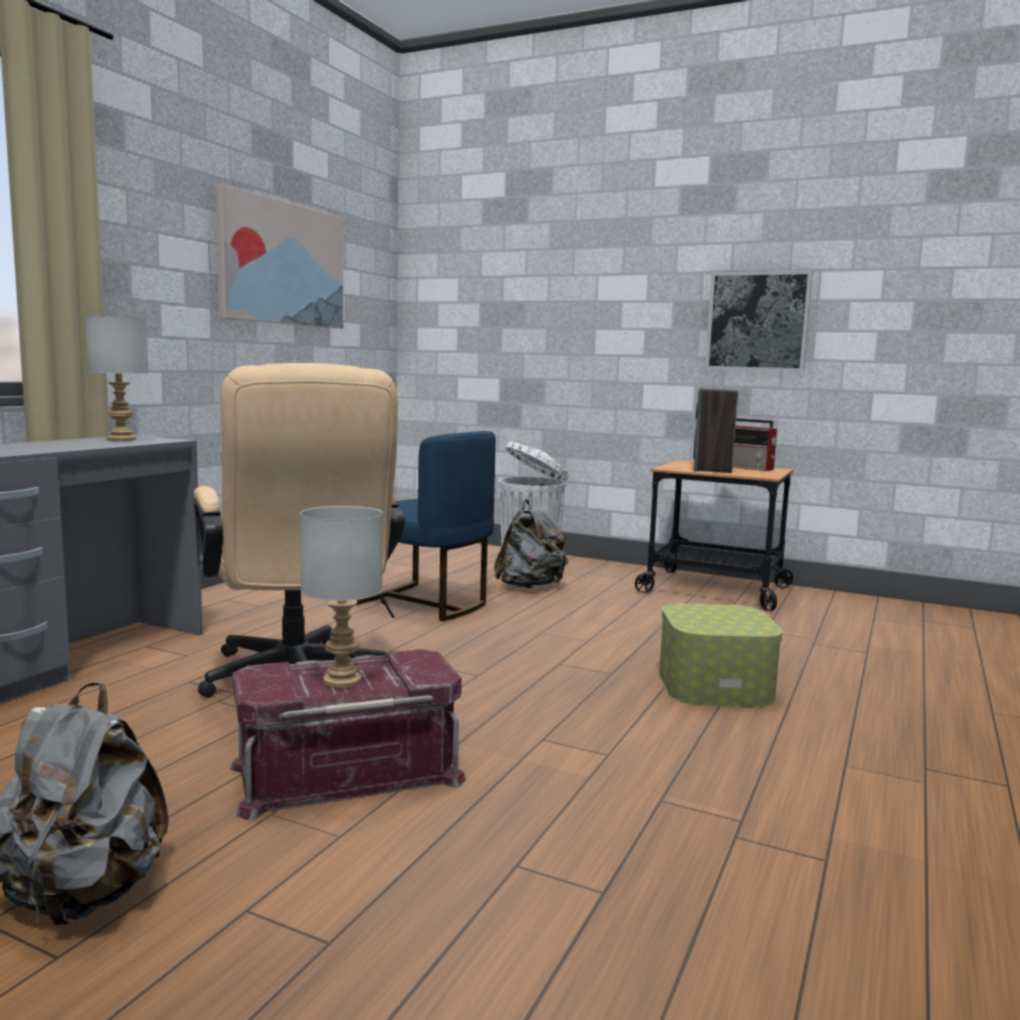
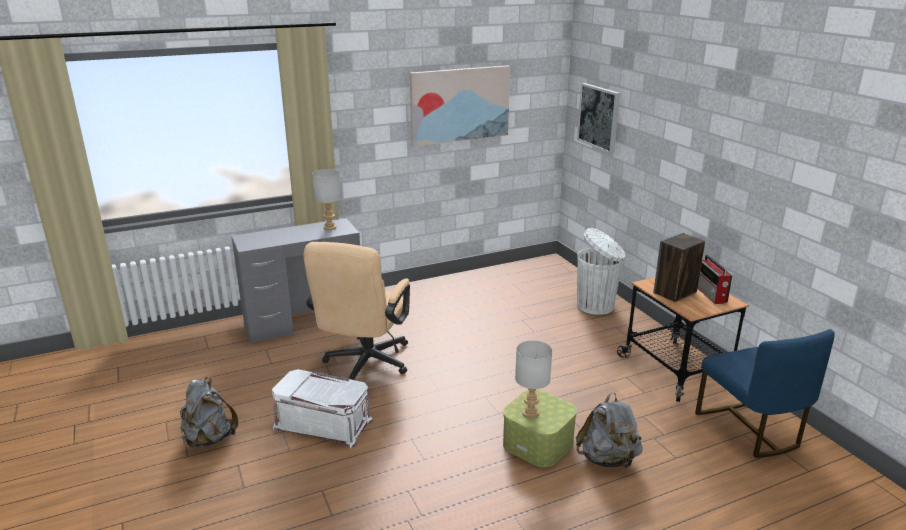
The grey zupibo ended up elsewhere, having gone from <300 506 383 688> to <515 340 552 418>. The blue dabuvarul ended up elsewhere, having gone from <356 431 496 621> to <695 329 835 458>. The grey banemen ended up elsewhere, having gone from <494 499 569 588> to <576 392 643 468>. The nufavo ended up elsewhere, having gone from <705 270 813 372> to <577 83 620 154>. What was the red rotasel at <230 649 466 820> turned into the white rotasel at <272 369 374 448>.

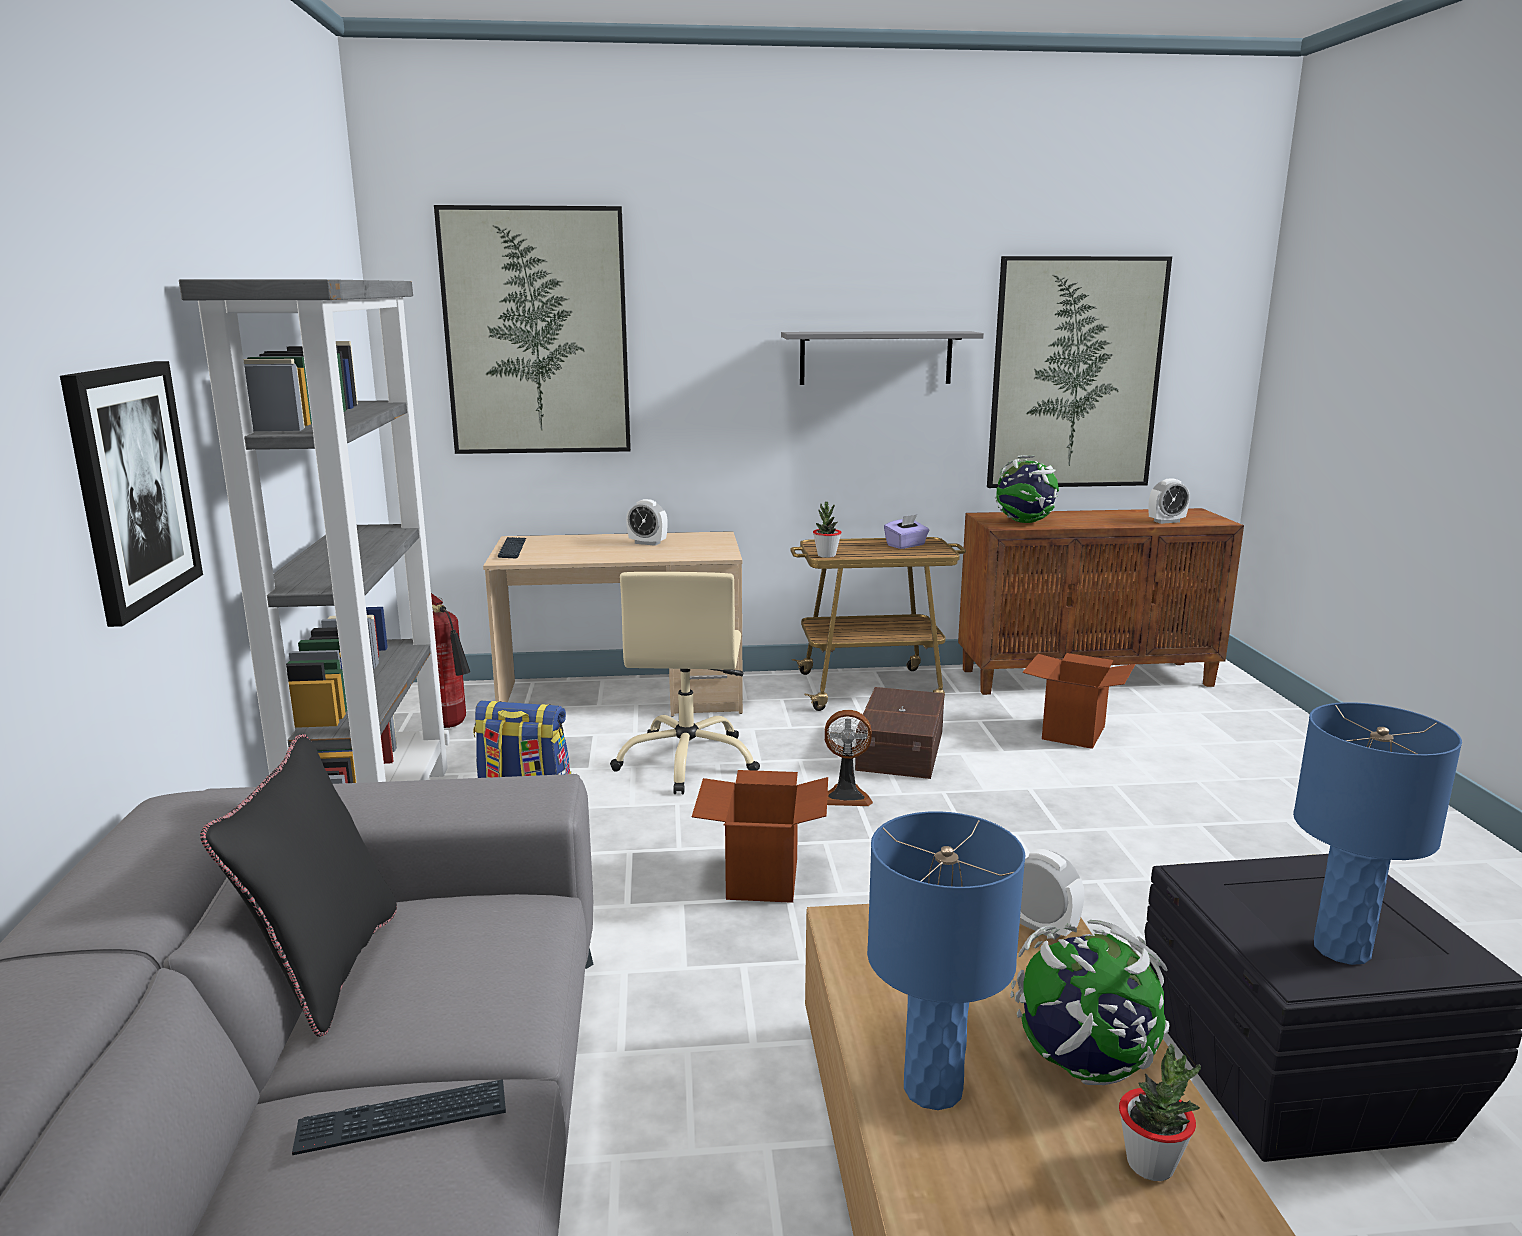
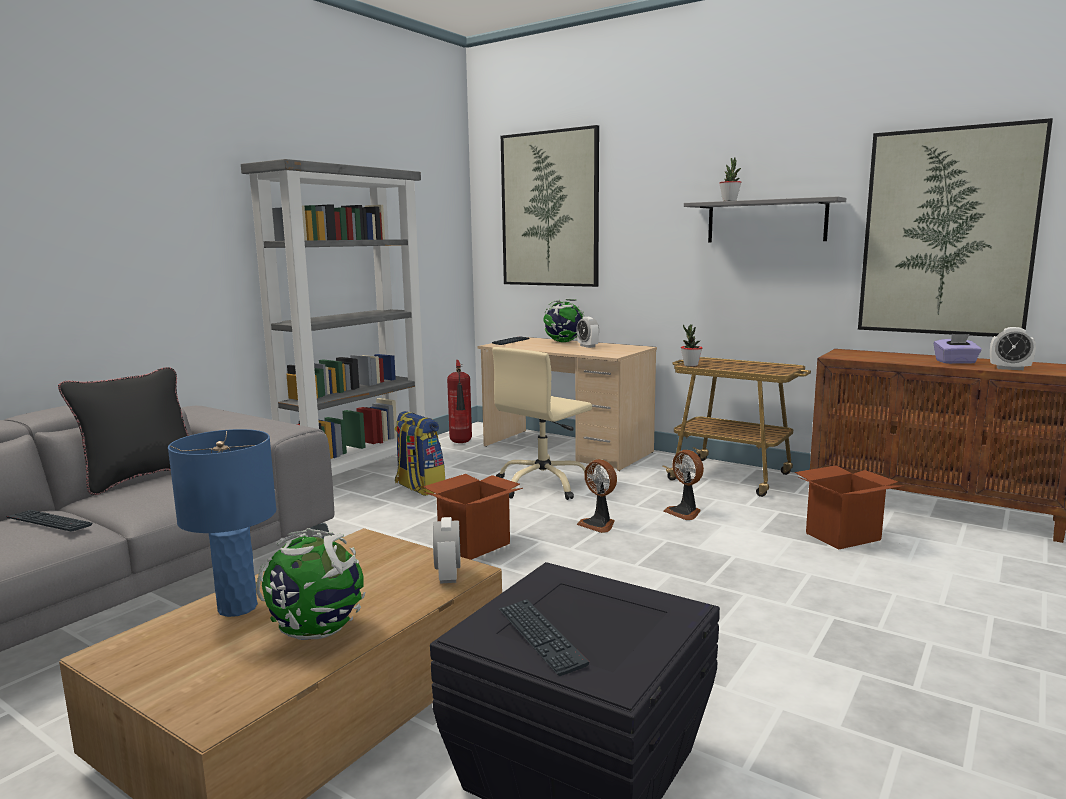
The second view lost the nufavo at <60 361 203 627>. The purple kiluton ended up elsewhere, having gone from <884 514 929 549> to <934 334 982 364>. The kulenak ended up elsewhere, having gone from <995 455 1059 523> to <543 299 584 342>. The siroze ended up elsewhere, having gone from <1119 1044 1201 1181> to <719 158 741 201>. Where the brown rotasel stood at <855 687 944 779>, the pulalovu came to stand at <663 450 704 520>. Where the blue zupibo stood at <1293 702 1462 965>, the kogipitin came to stand at <498 599 589 676>.

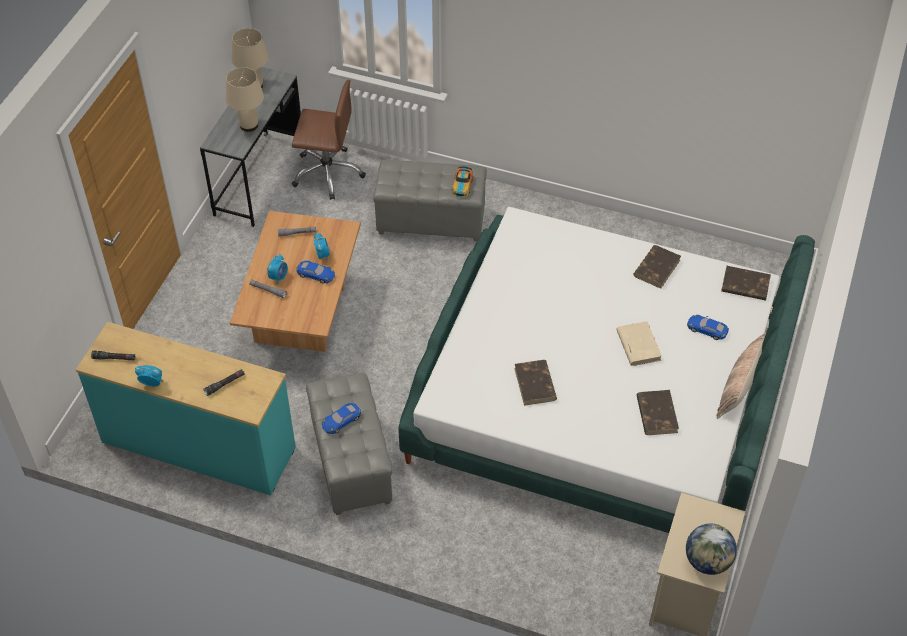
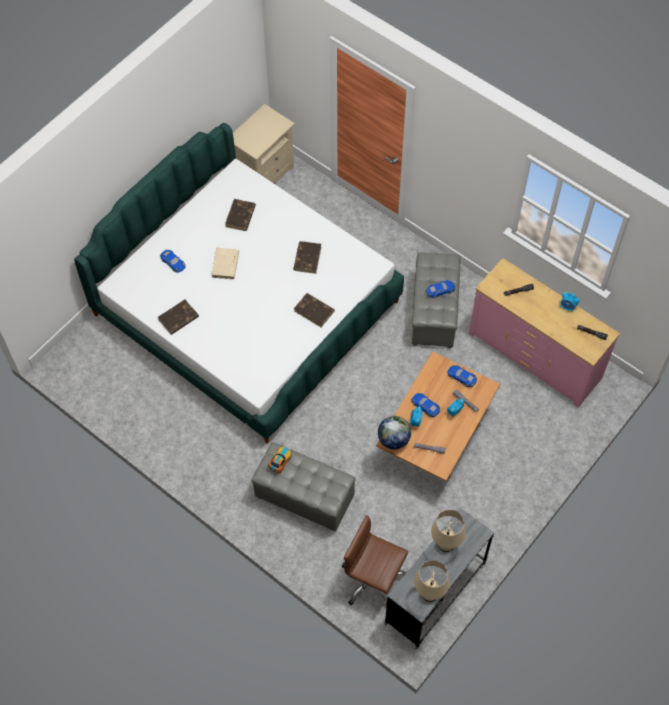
The second view lost the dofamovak at <717 333 766 419>. The second view gained the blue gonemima at <448 365 477 387>. The kulenak ended up elsewhere, having gone from <686 524 737 575> to <378 416 411 449>. The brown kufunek ended up elsewhere, having gone from <721 266 771 301> to <294 293 335 327>. What was the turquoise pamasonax at <76 322 296 496> turned into the pink pamasonax at <469 258 620 407>.

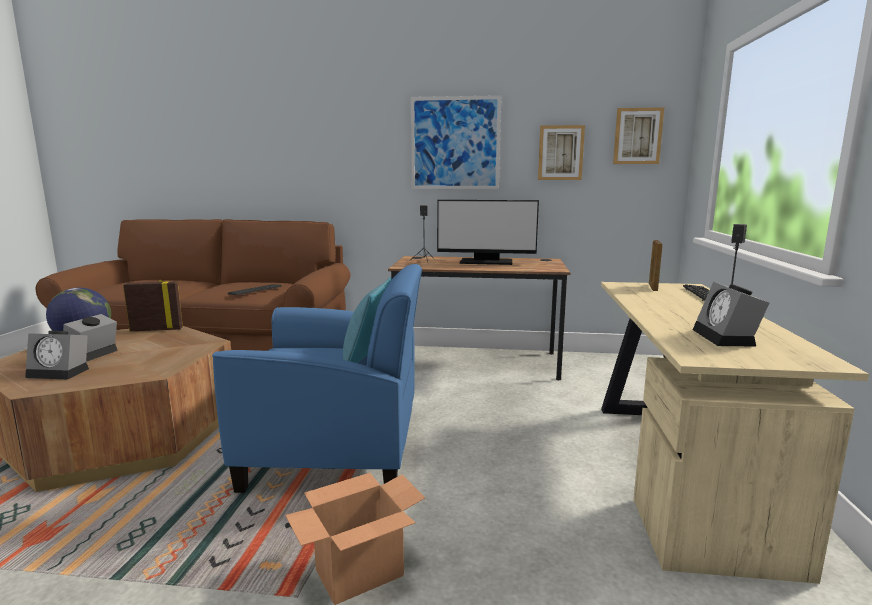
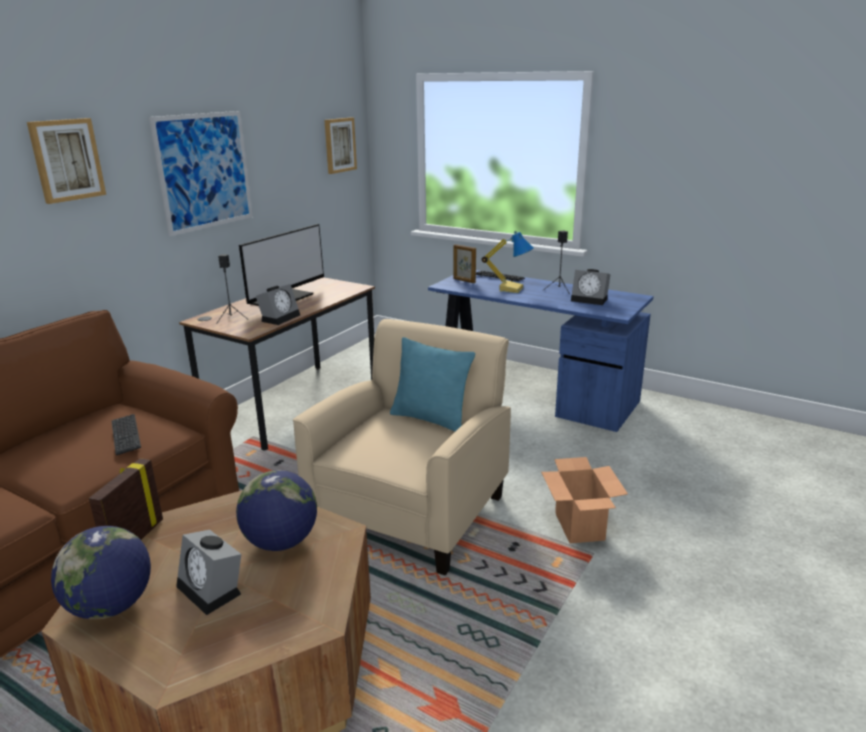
The second view gained the kulenak at <236 470 317 551>. The second view gained the zupibo at <481 231 534 293>. The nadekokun ended up elsewhere, having gone from <25 331 89 379> to <256 284 300 325>. The nufavo ended up elsewhere, having gone from <538 125 585 180> to <27 118 106 204>. What was the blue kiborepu at <212 264 422 493> turned into the beige kiborepu at <293 319 511 575>. What was the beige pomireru at <601 282 869 584> turned into the blue pomireru at <428 270 653 432>.

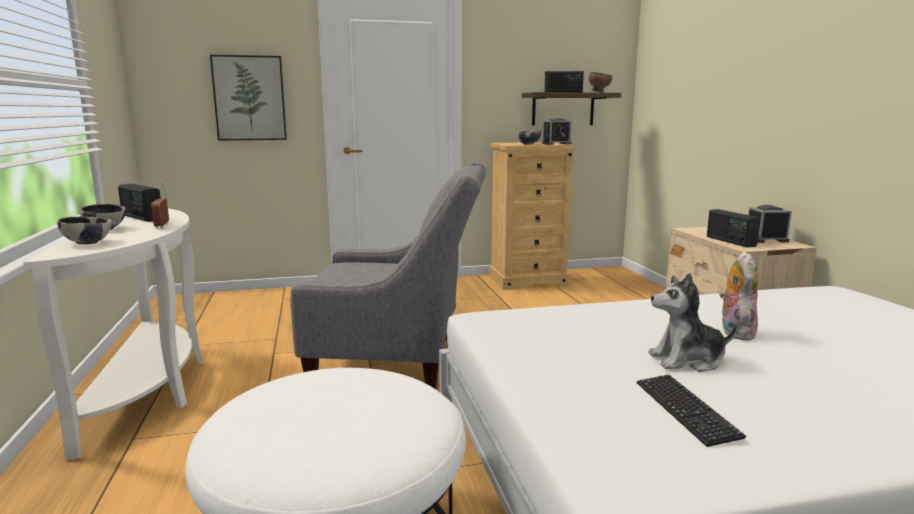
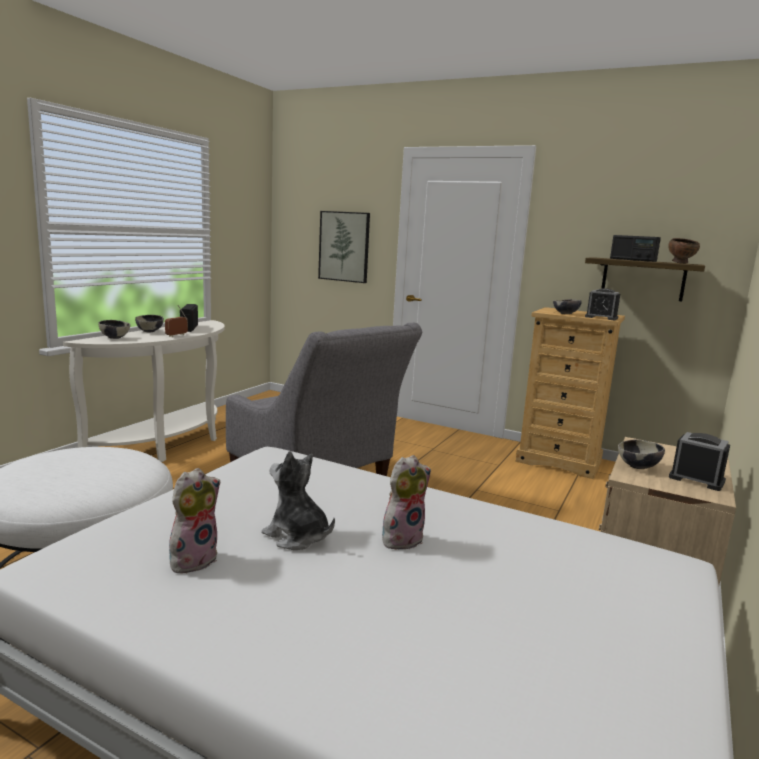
Where the kogipitin stood at <637 375 746 447>, the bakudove came to stand at <169 468 220 573>. Where the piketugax stood at <707 209 760 248>, the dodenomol came to stand at <618 440 665 469>.

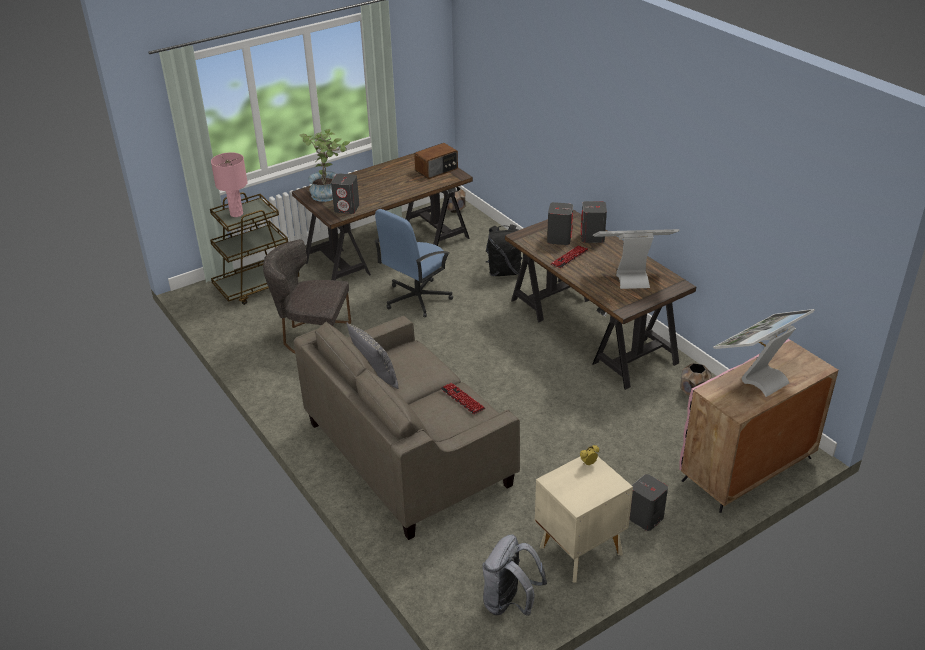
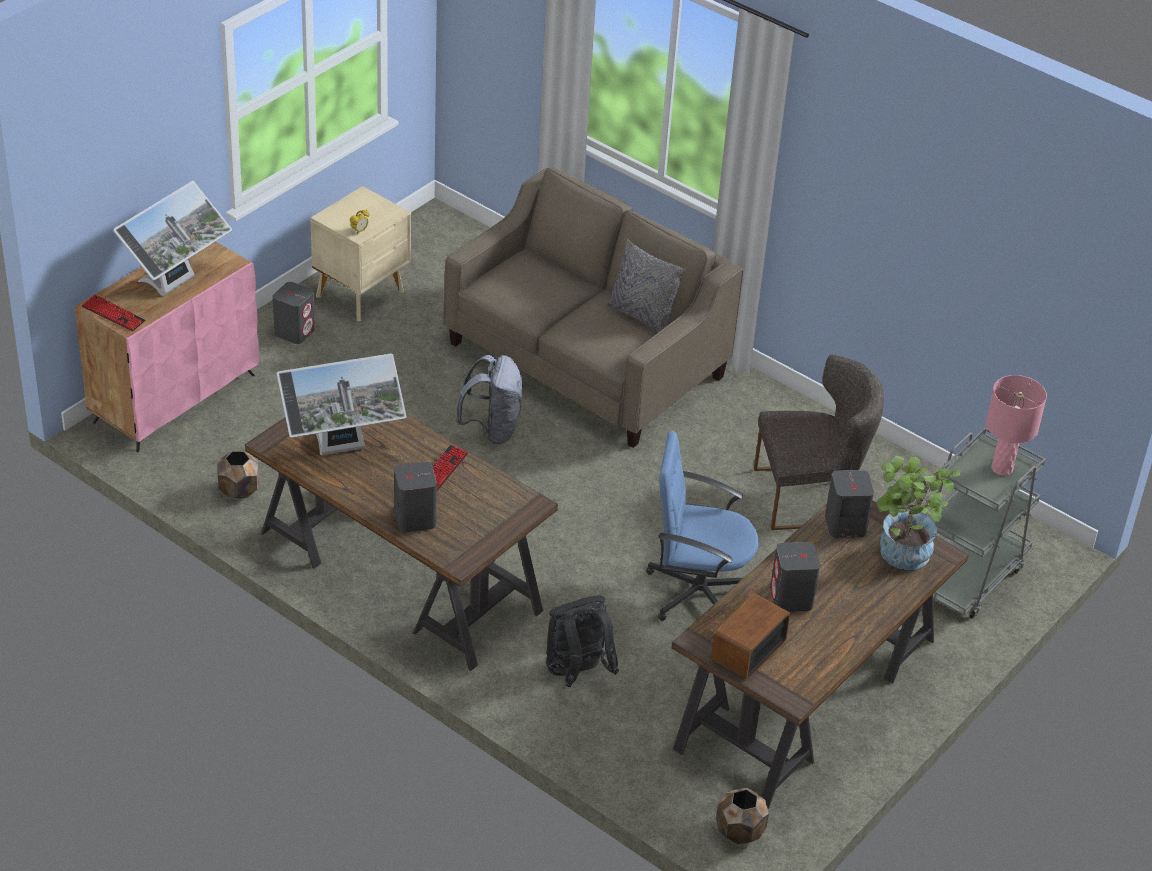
The kogipitin ended up elsewhere, having gone from <440 383 485 414> to <82 294 146 332>. The grey banemen ended up elsewhere, having gone from <482 535 547 616> to <456 355 523 444>. The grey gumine ended up elsewhere, having gone from <547 202 573 245> to <770 542 820 612>. What was the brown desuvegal at <210 192 299 305> turned into the grey desuvegal at <927 427 1046 619>. The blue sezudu at <374 209 453 317> ended up facing another way, 105 degrees counterclockwise from before.

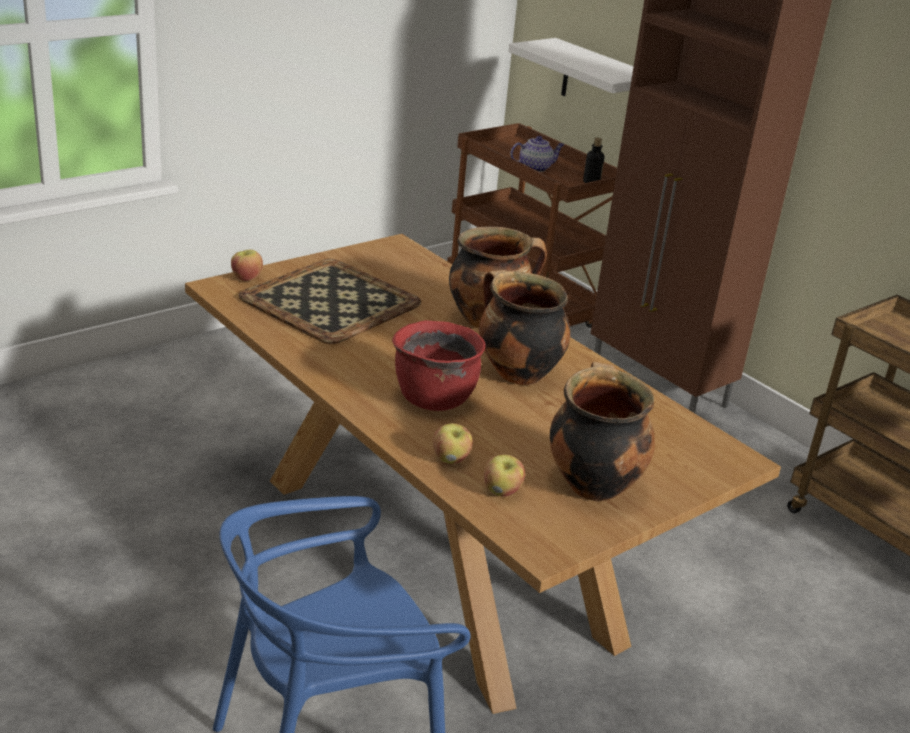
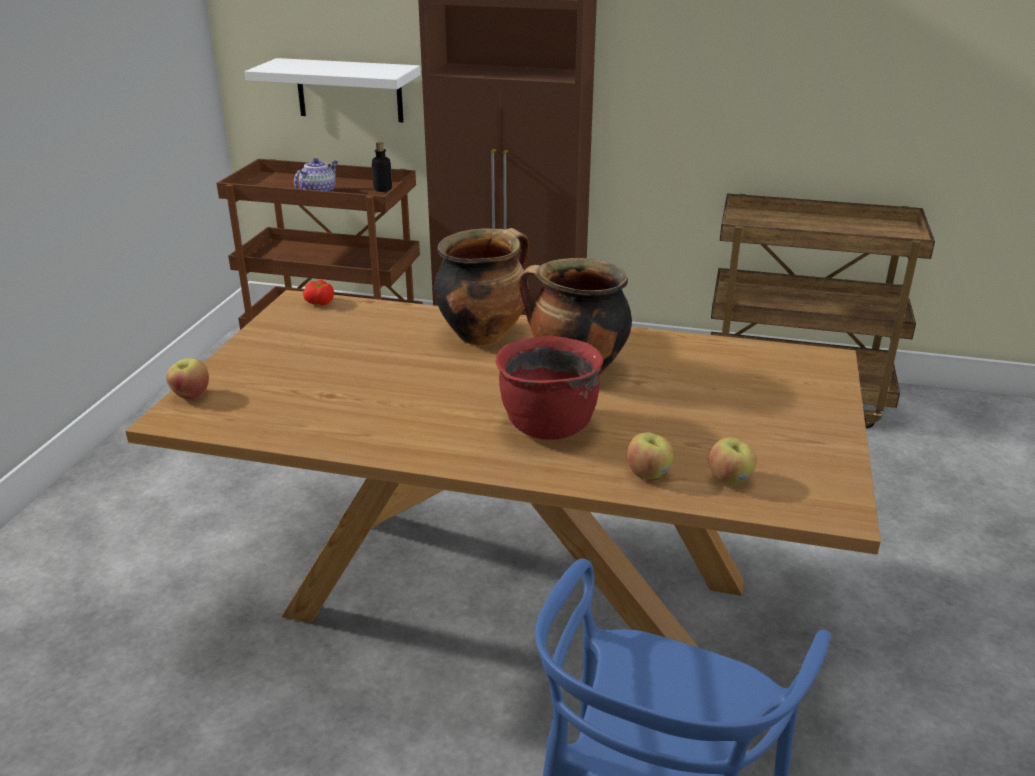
The second view lost the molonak at <239 259 421 344>. The second view lost the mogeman at <550 362 655 501>. The second view gained the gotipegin at <303 280 334 305>.

